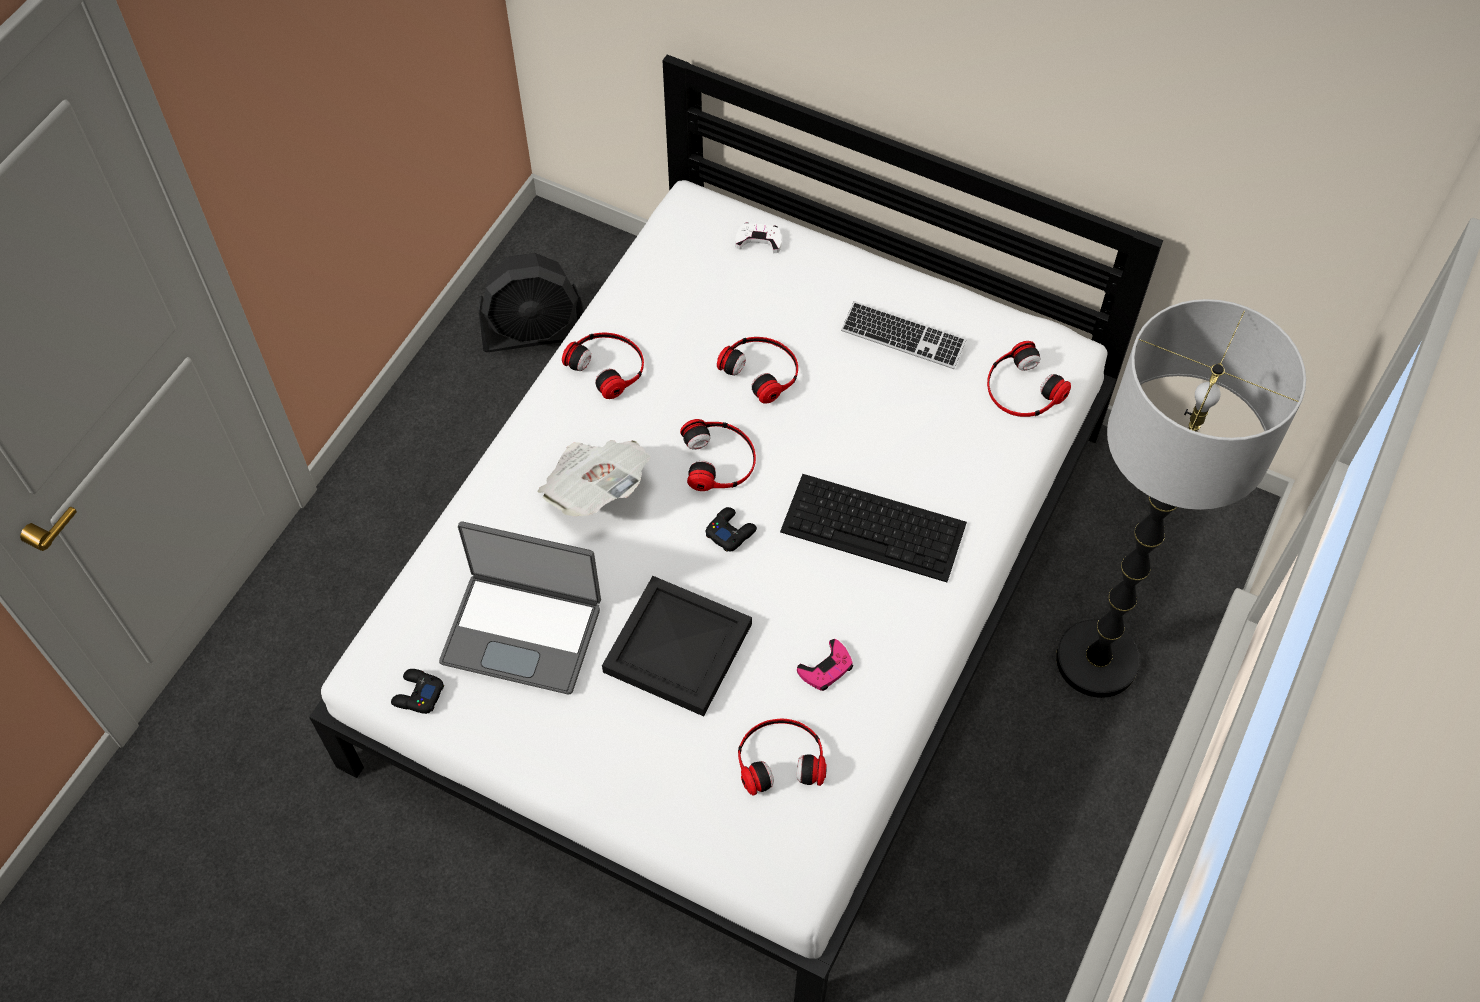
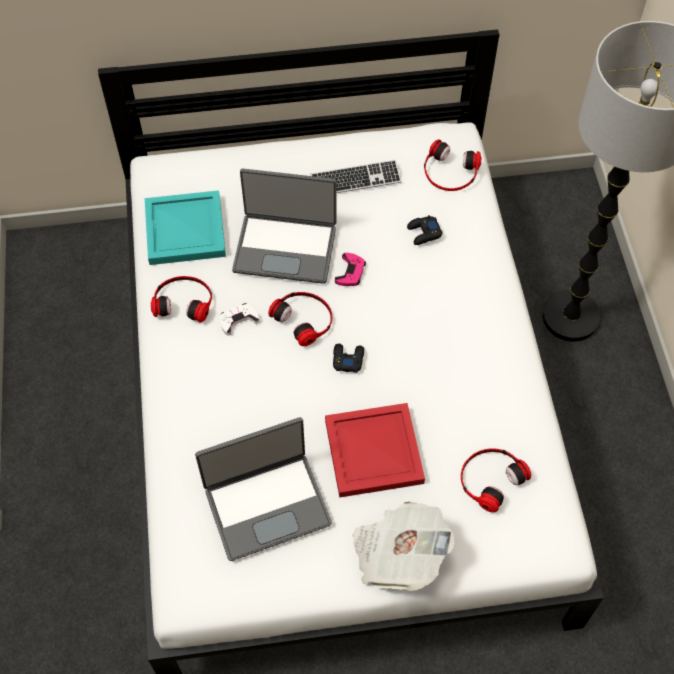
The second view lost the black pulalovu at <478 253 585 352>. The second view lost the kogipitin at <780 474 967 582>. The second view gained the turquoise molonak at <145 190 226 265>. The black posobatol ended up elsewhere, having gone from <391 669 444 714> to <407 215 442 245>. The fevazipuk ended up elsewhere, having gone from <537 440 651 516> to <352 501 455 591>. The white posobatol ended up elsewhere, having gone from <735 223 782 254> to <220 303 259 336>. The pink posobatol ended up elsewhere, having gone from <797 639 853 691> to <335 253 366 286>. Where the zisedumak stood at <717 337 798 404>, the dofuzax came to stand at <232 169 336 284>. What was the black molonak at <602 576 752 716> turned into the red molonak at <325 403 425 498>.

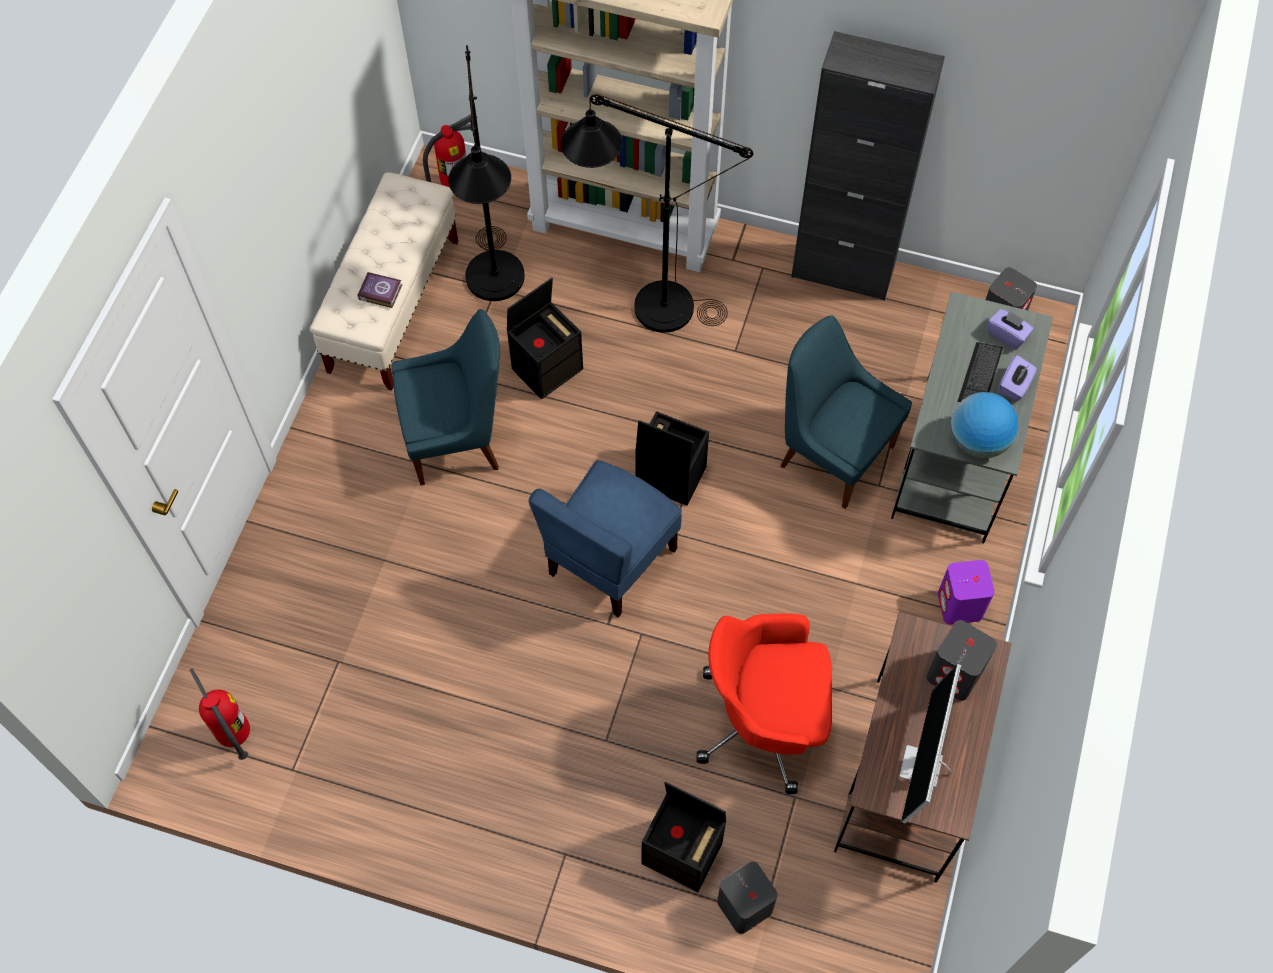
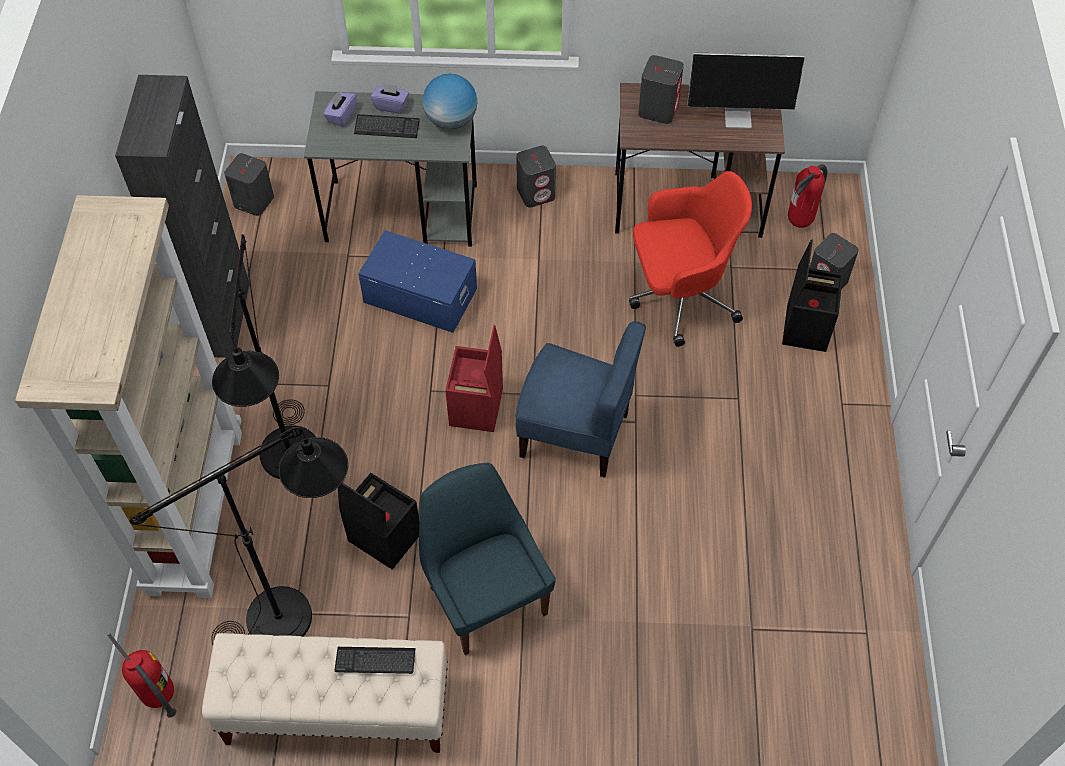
The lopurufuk ended up elsewhere, having gone from <190 668 250 760> to <788 164 828 228>. Where the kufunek stood at <357 272 402 308>, the kogipitin came to stand at <335 647 415 674>. Where the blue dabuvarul stood at <780 315 912 509>, the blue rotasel came to stand at <358 230 477 333>. What was the black rotasel at <636 411 709 506> turned into the red rotasel at <445 325 503 432>. What was the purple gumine at <938 560 995 625> turned into the grey gumine at <516 146 556 208>. The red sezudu at <696 613 832 794> ended up facing another way, 90 degrees counterclockwise from before.

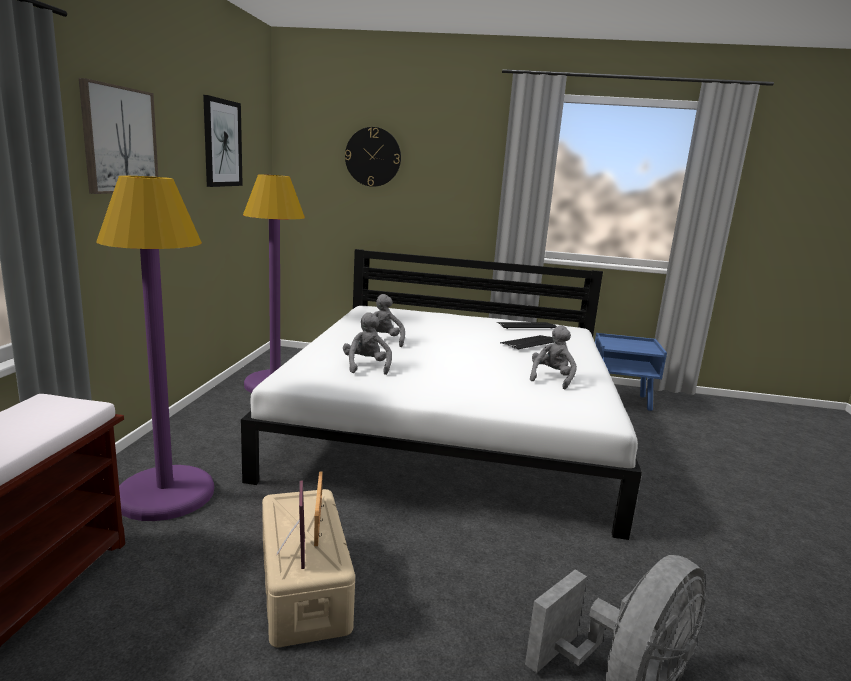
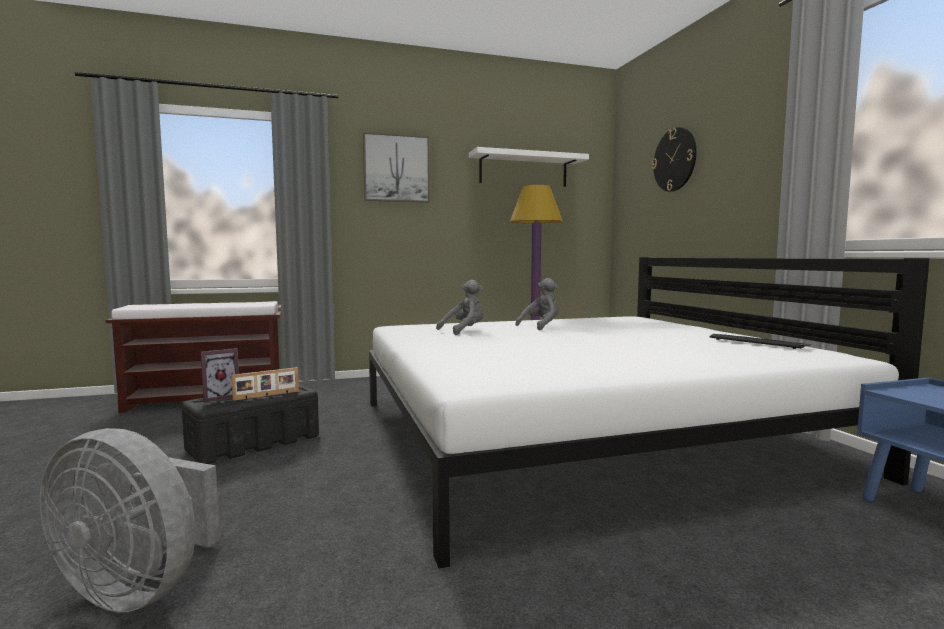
The second view lost the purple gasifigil at <96 176 214 521>. The second view lost the kogipitin at <500 335 555 349>. The second view lost the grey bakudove at <530 325 577 389>. Where the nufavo hung at <203 95 243 187>, the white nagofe came to hang at <469 147 589 187>. What was the beige rotasel at <262 489 355 647> turned into the black rotasel at <182 384 319 464>.

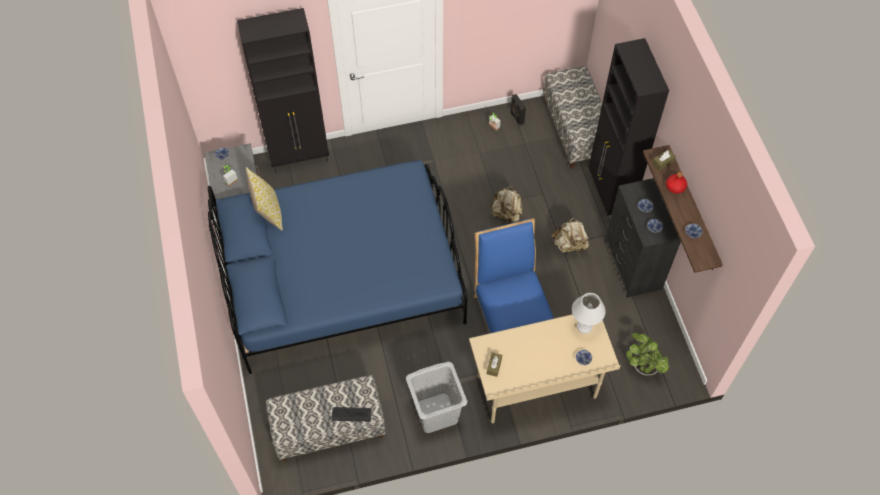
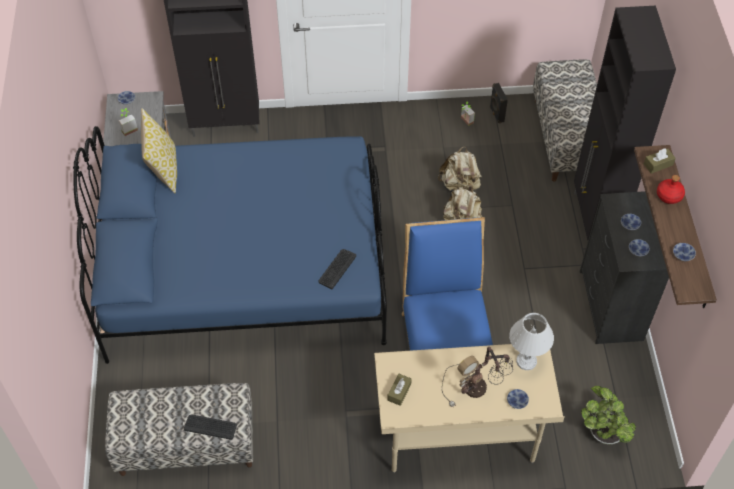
The second view lost the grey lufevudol at <406 362 467 433>. The second view gained the kogipitin at <319 249 356 289>. The second view gained the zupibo at <442 347 513 407>. The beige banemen ended up elsewhere, having gone from <551 217 589 254> to <438 146 482 192>.

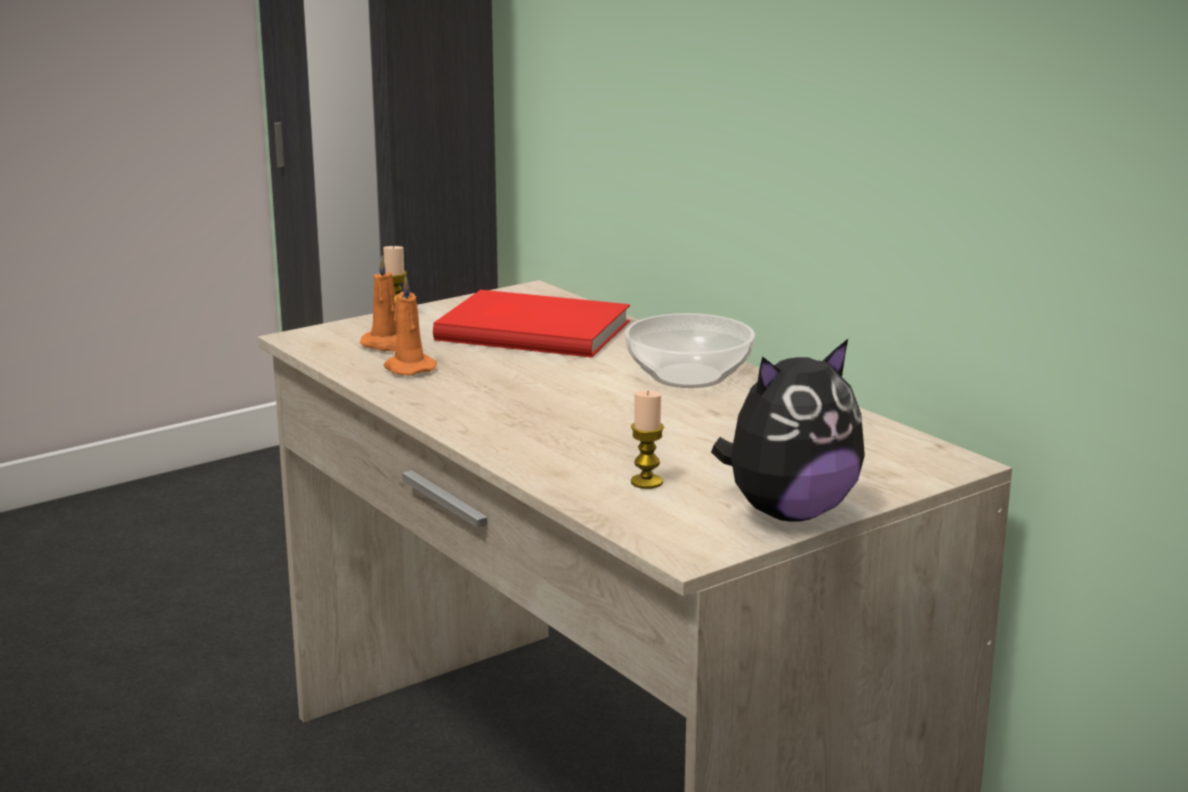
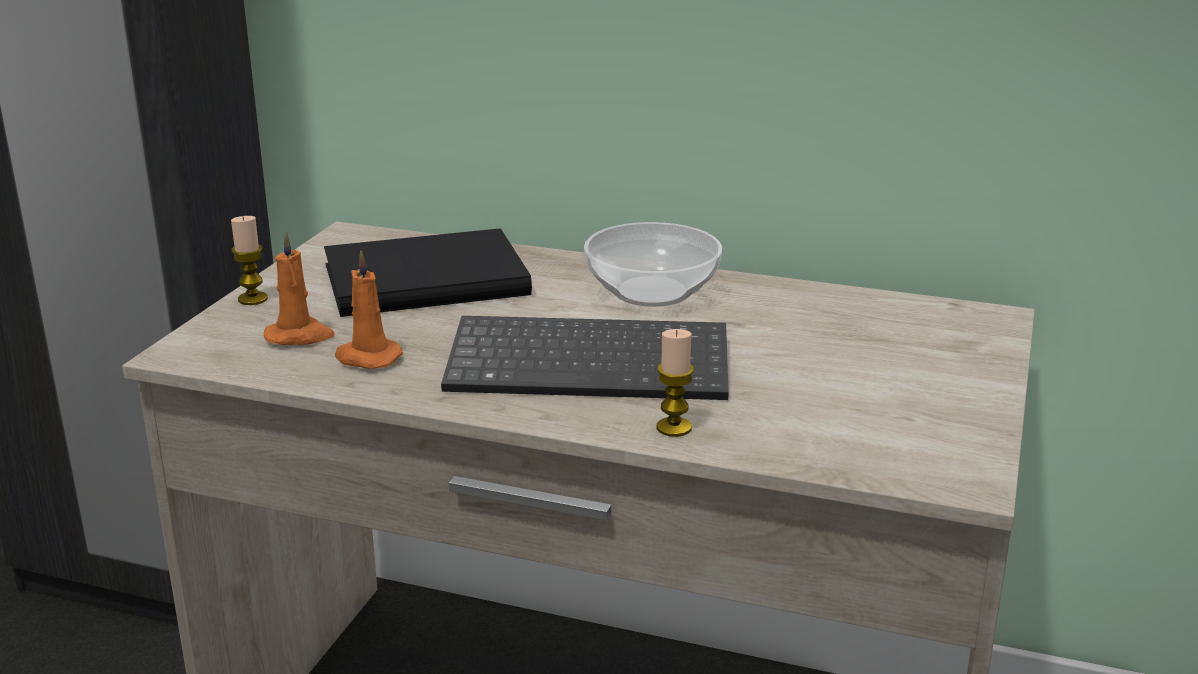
The second view lost the bakudove at <711 339 865 522>. The second view gained the kogipitin at <441 316 729 400>. The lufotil ended up elsewhere, having gone from <631 390 664 489> to <656 329 694 437>. What was the red kufunek at <433 290 630 358> turned into the black kufunek at <324 228 532 317>.

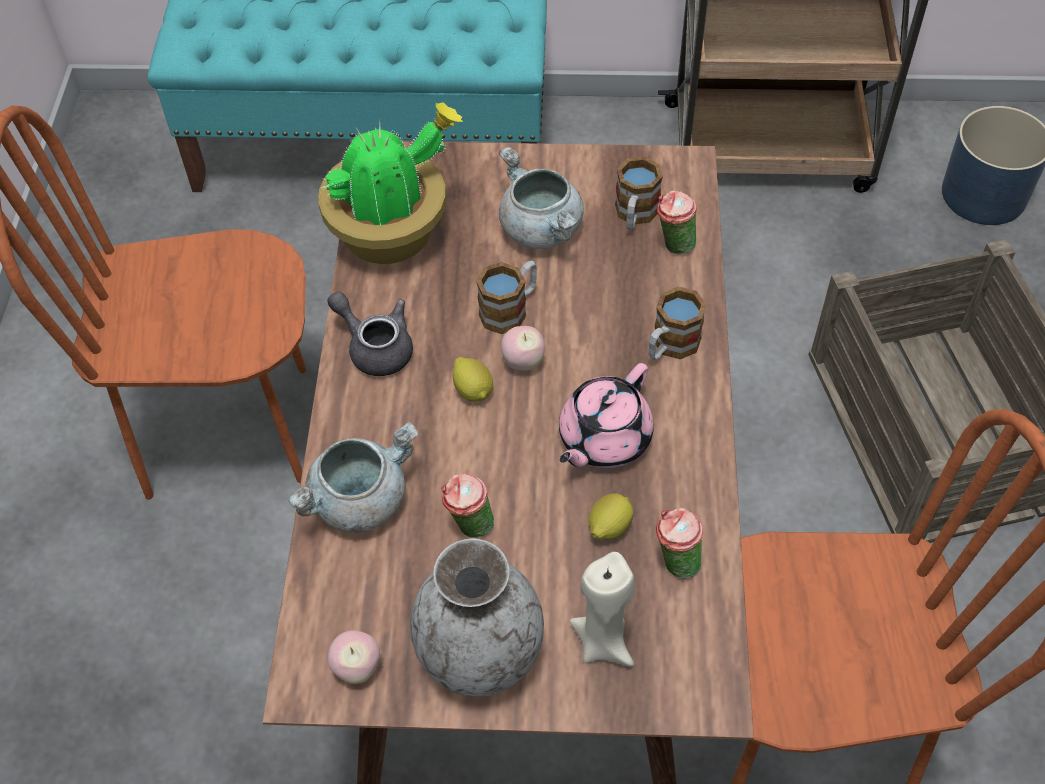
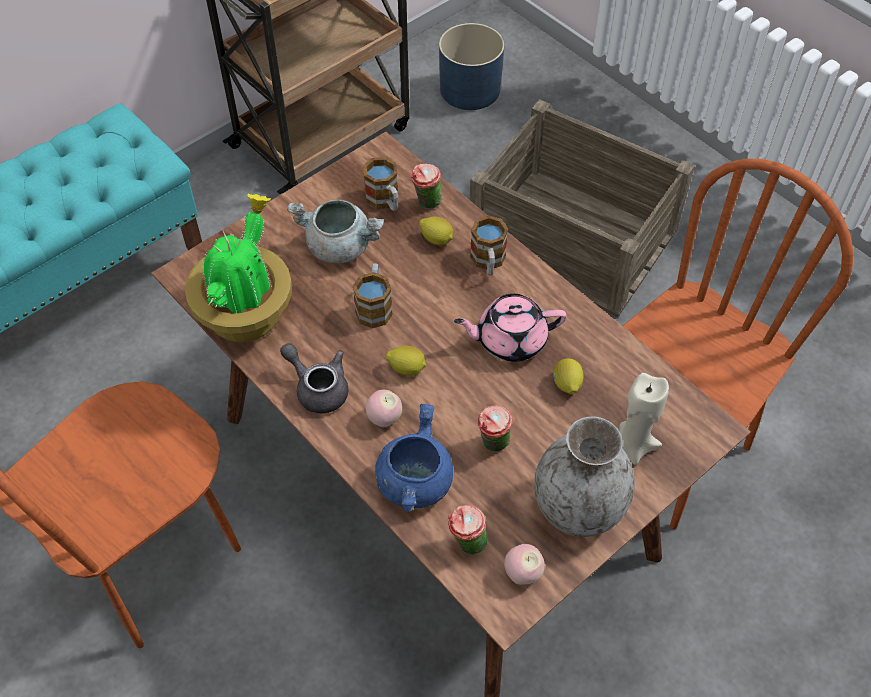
The second view gained the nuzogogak at <419 216 453 245>. The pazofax ended up elsewhere, having gone from <501 326 545 371> to <366 390 402 427>. The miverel ended up elsewhere, having gone from <656 508 704 578> to <448 505 487 554>. What was the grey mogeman at <287 421 418 533> turned into the blue mogeman at <375 404 453 512>. The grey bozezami at <327 291 413 376> ended up facing another way, 45 degrees clockwise from before. The pink bozezami at <559 363 654 468> ended up facing another way, 90 degrees clockwise from before.

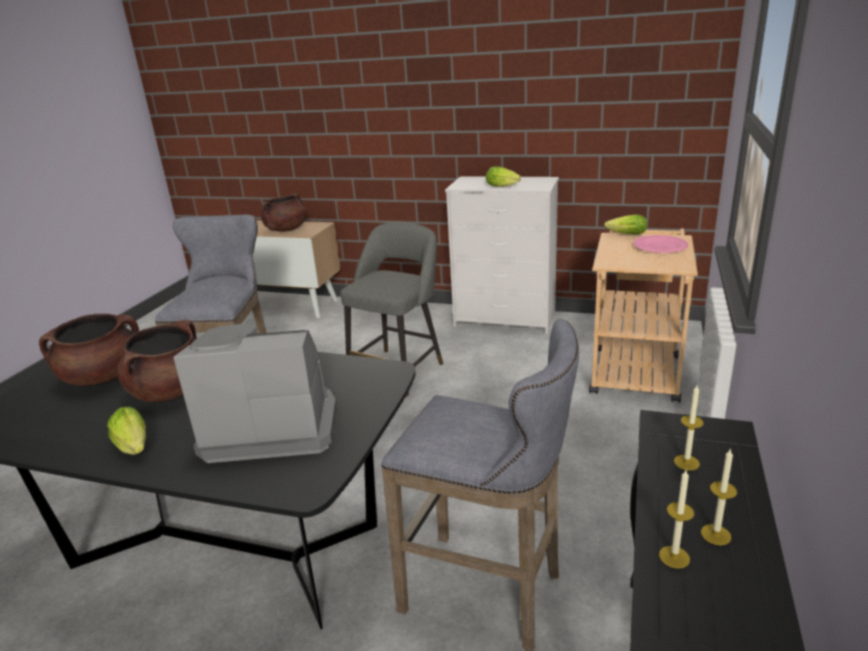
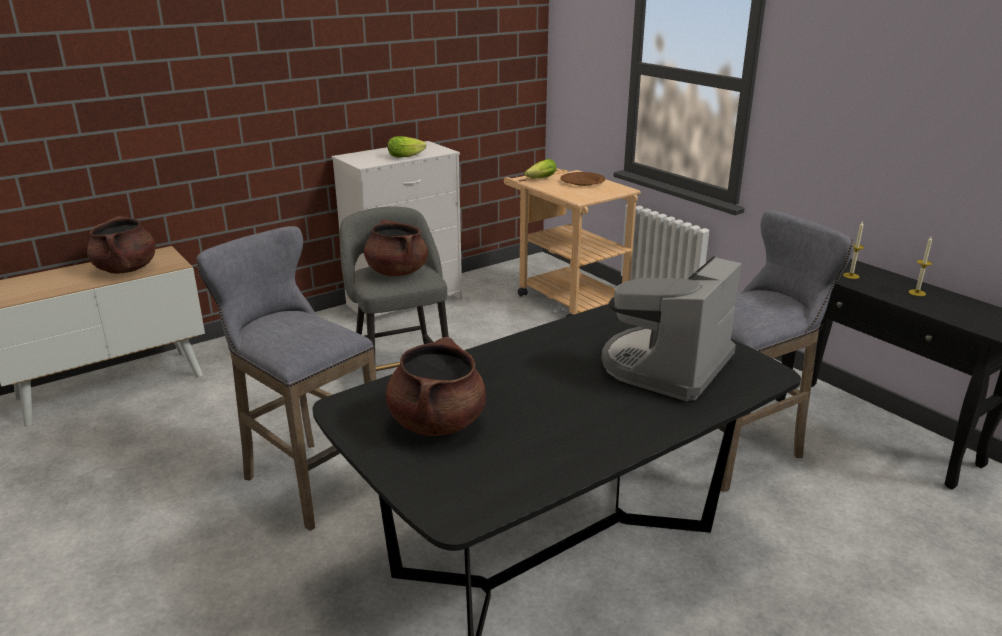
The second view lost the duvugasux at <107 407 146 455>. The second view lost the lufotil at <659 470 694 569>. The brown mogeman ended up elsewhere, having gone from <117 319 197 402> to <364 219 428 276>. What was the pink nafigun at <633 235 688 253> turned into the brown nafigun at <561 172 605 186>.

